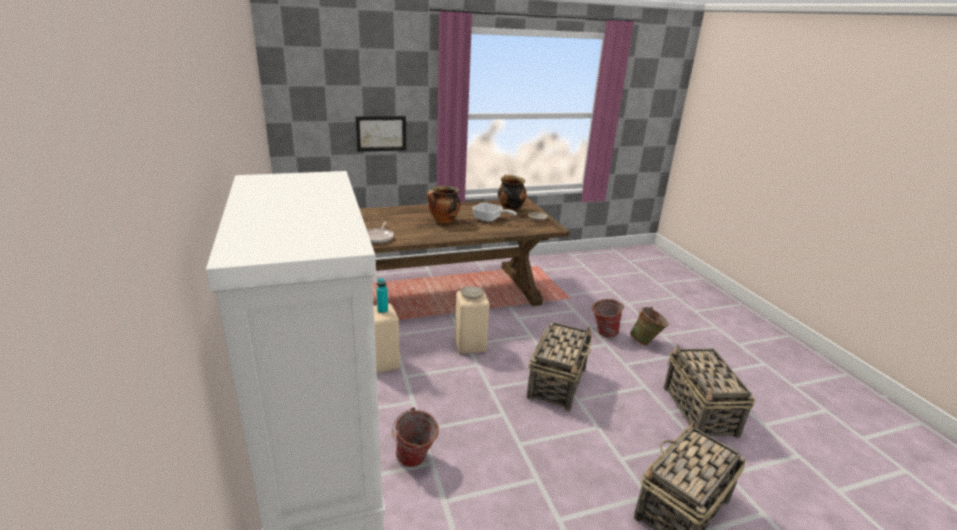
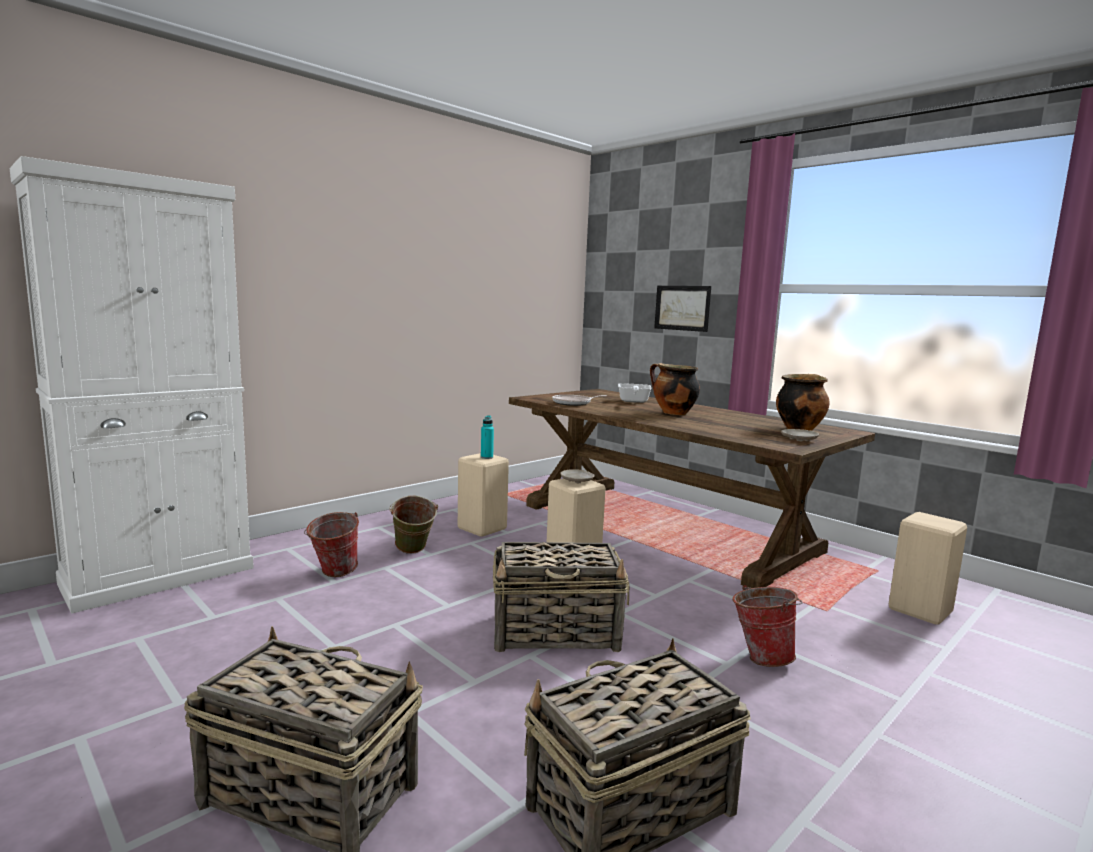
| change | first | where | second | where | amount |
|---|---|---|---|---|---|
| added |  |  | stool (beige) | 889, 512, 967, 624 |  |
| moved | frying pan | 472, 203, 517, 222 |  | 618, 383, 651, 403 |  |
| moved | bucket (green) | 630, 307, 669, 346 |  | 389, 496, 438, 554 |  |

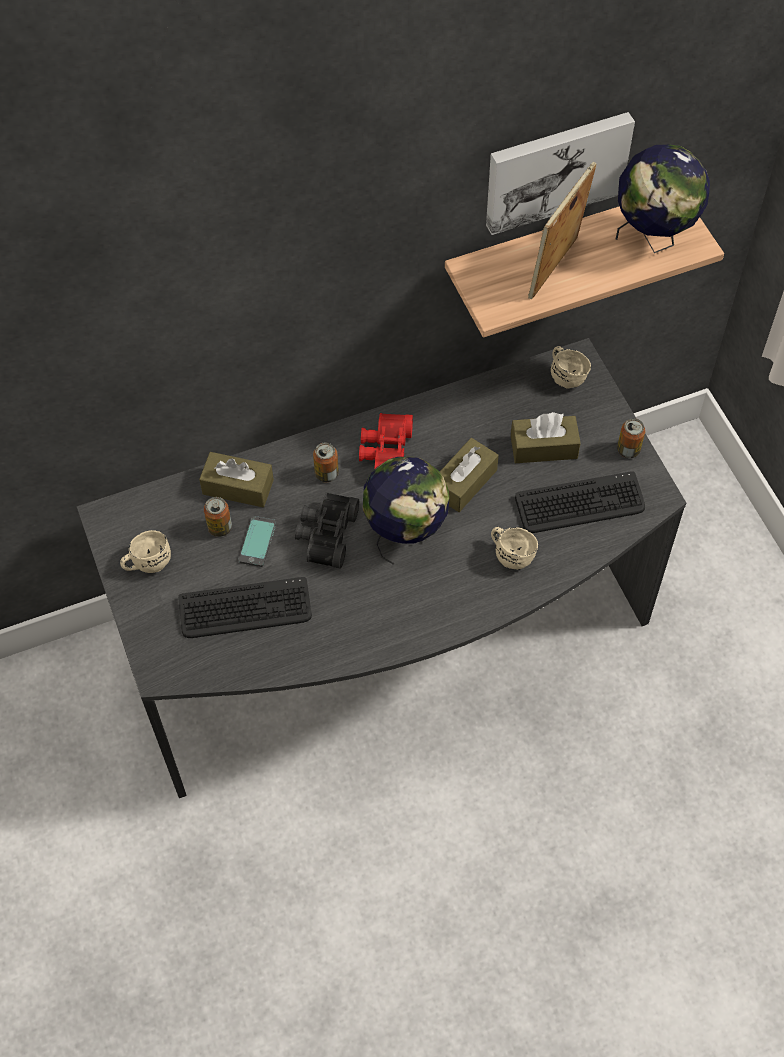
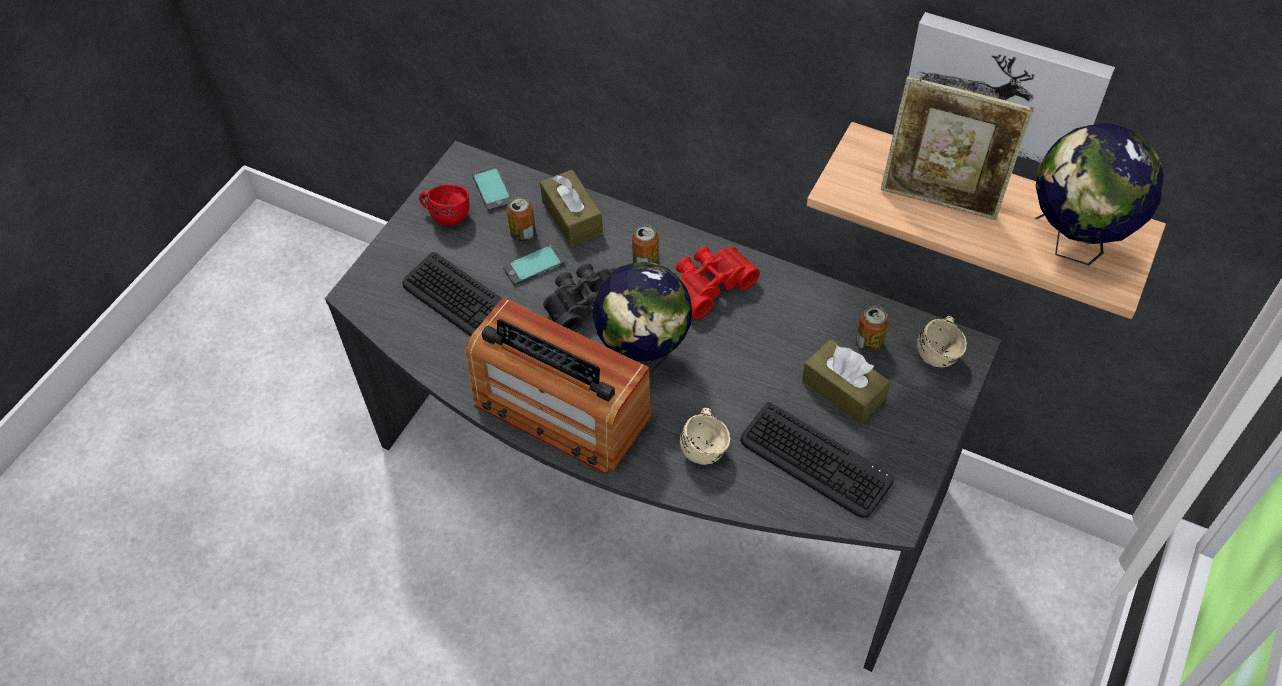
| change | first | where | second | where | amount |
|---|---|---|---|---|---|
| removed | tissue box (brown) | 440, 438, 499, 512 |  |  |  |
| added |  |  | radio | 465, 297, 651, 475 |  |
| added |  |  | phone | 472, 166, 511, 212 |  |
| moved | can | 617, 418, 645, 458 |  | 856, 305, 889, 353 |  |
| recoloured | mug (beige) | 120, 530, 171, 573 | mug (red) | 419, 184, 469, 226 |  |
| turned | picture frame | 528, 162, 597, 299 |  | 881, 76, 1034, 220 | 150 degrees counterclockwise |

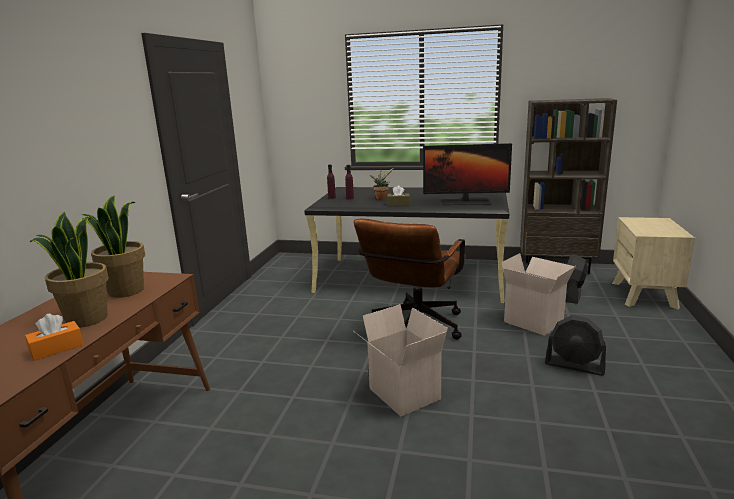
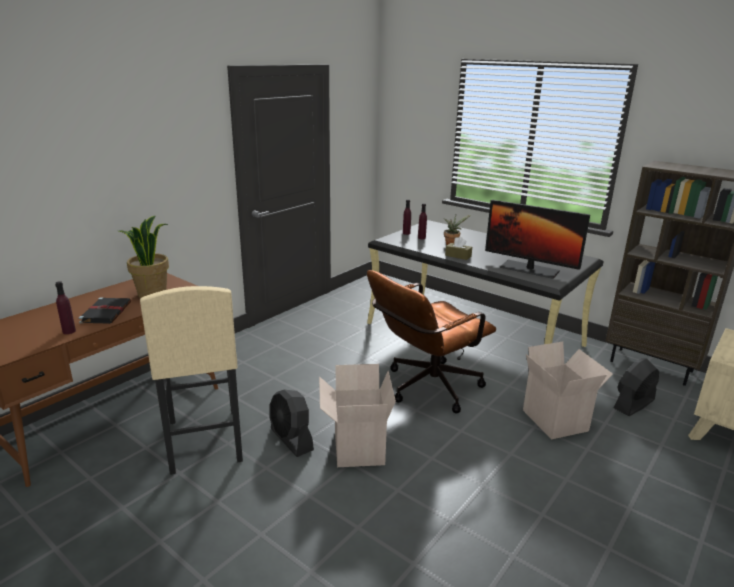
| change | first | where | second | where | amount |
|---|---|---|---|---|---|
| added |  |  | stool (beige) | 140, 286, 243, 475 |  |
| moved | fan (black) | 545, 315, 606, 376 |  | 269, 390, 314, 457 |  |
| replaced | tissue box (orange) | 25, 313, 84, 361 | bottle (purple) | 55, 281, 76, 334 |  |
| replaced | potted plant | 30, 212, 109, 328 | book (black) | 78, 297, 131, 324 |  |

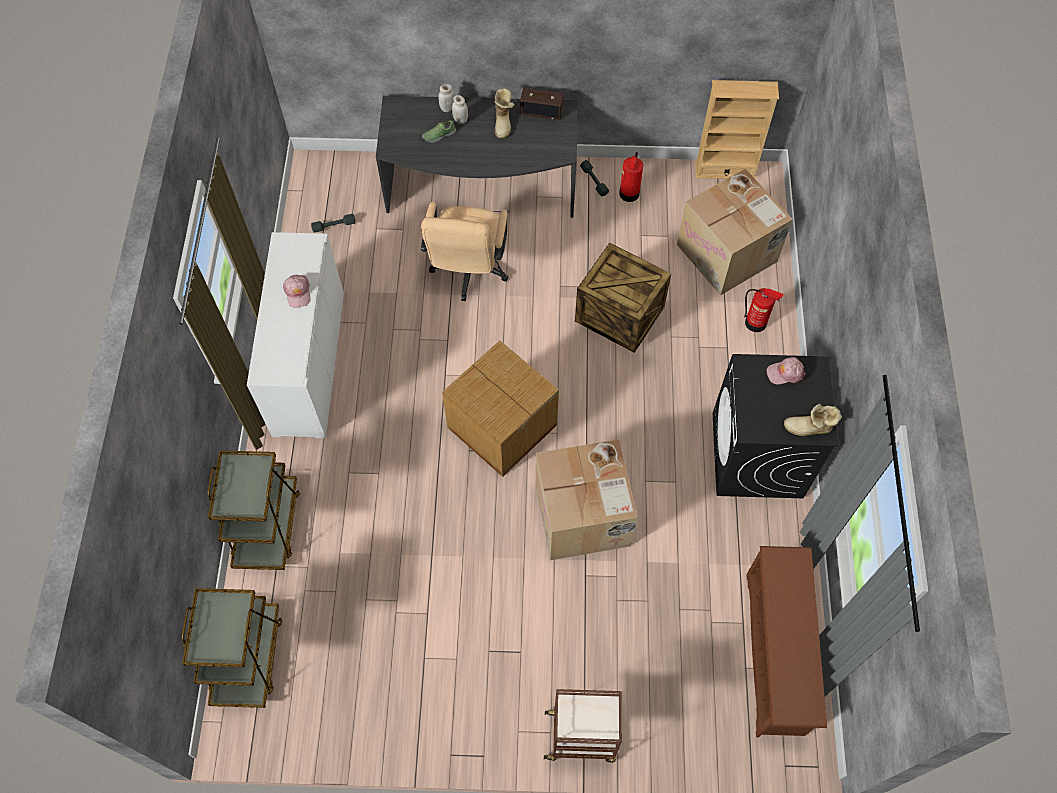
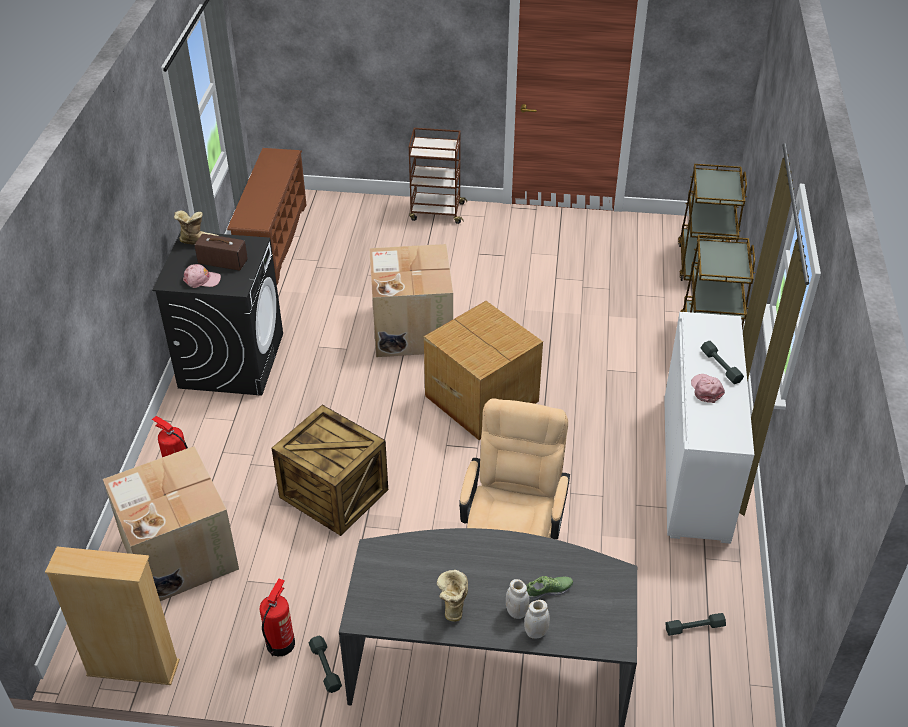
| change | first | where | second | where | amount |
|---|---|---|---|---|---|
| added |  |  | dumbbell (grey) | 701, 341, 744, 384 |  |
| moved | radio | 520, 88, 563, 120 |  | 195, 234, 248, 270 |  |

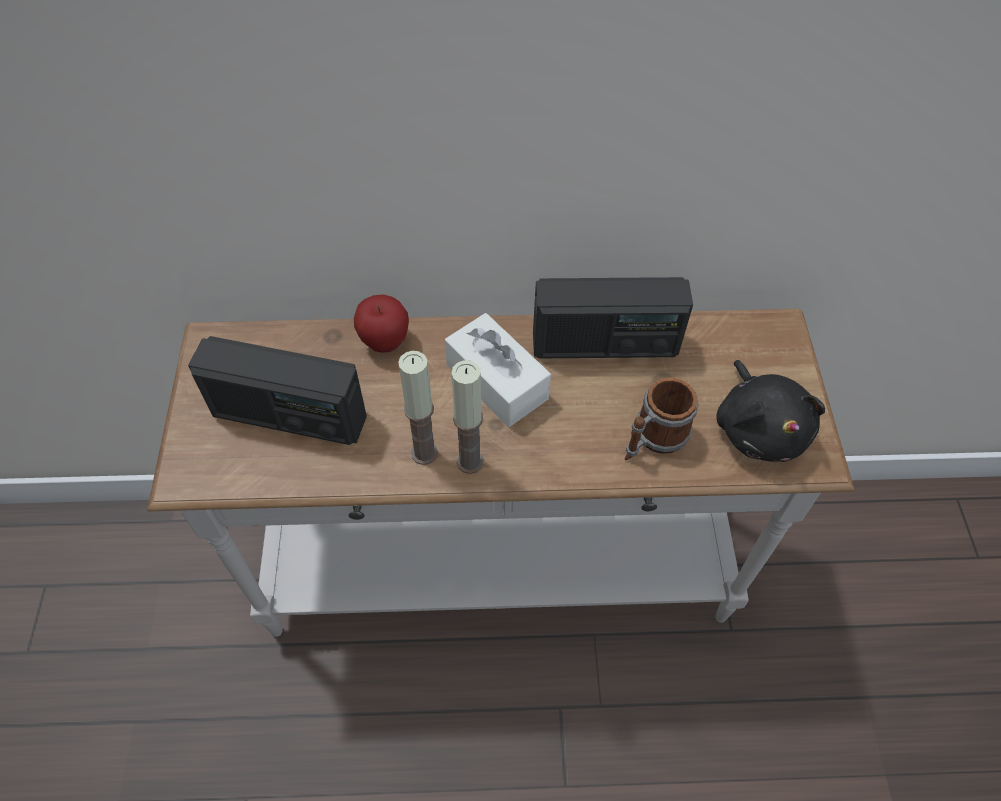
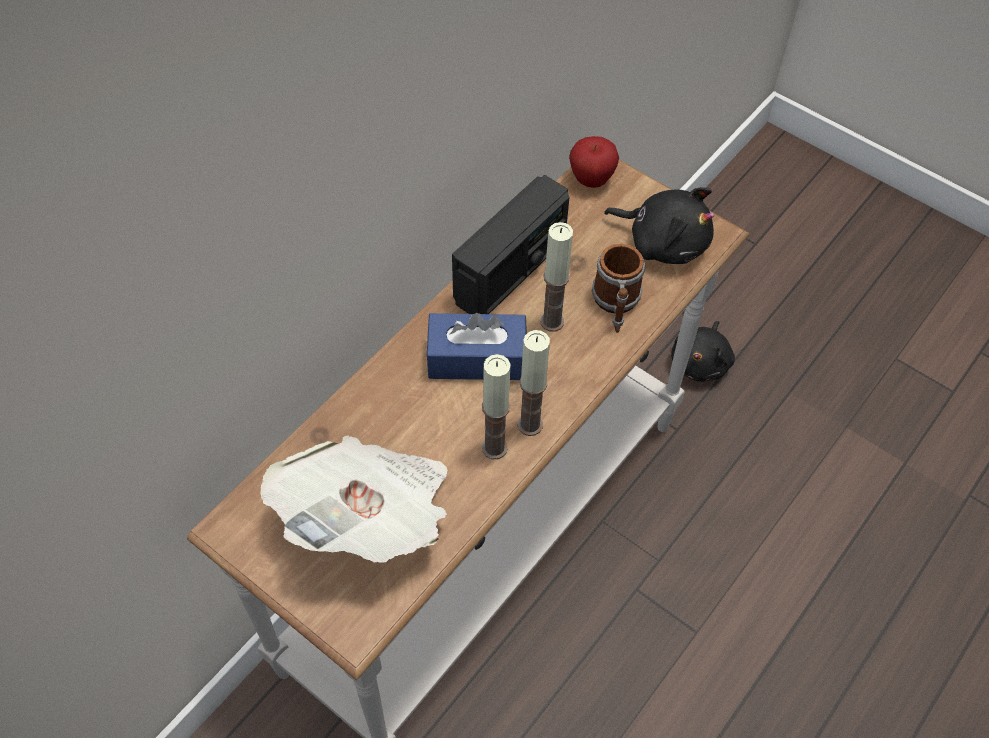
| change | first | where | second | where | amount |
|---|---|---|---|---|---|
| added |  |  | candle | 540, 222, 573, 332 |  |
| added |  |  | plush toy (black) | 671, 321, 735, 382 |  |
| moved | apple | 354, 294, 409, 353 |  | 569, 136, 619, 188 |  |
| replaced | radio | 188, 336, 367, 445 | newspaper | 260, 435, 448, 563 |  |
| recoloured | tissue box (white) | 445, 313, 551, 427 | tissue box (blue) | 426, 313, 527, 380 |  |

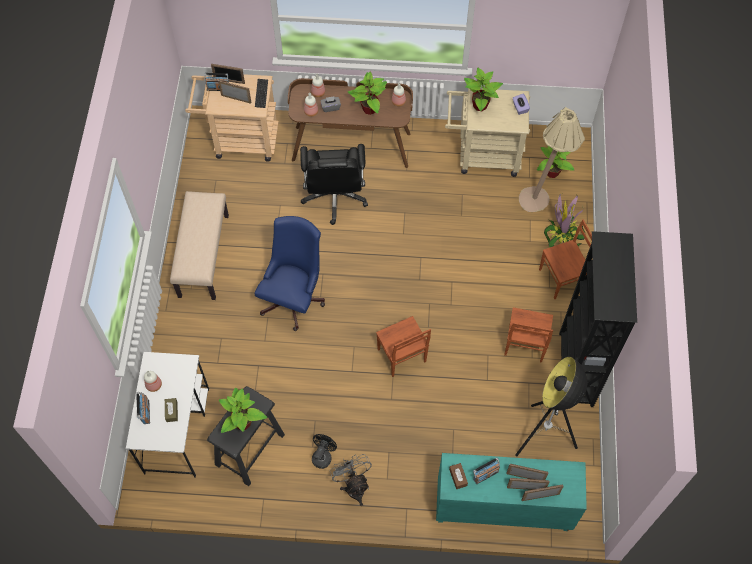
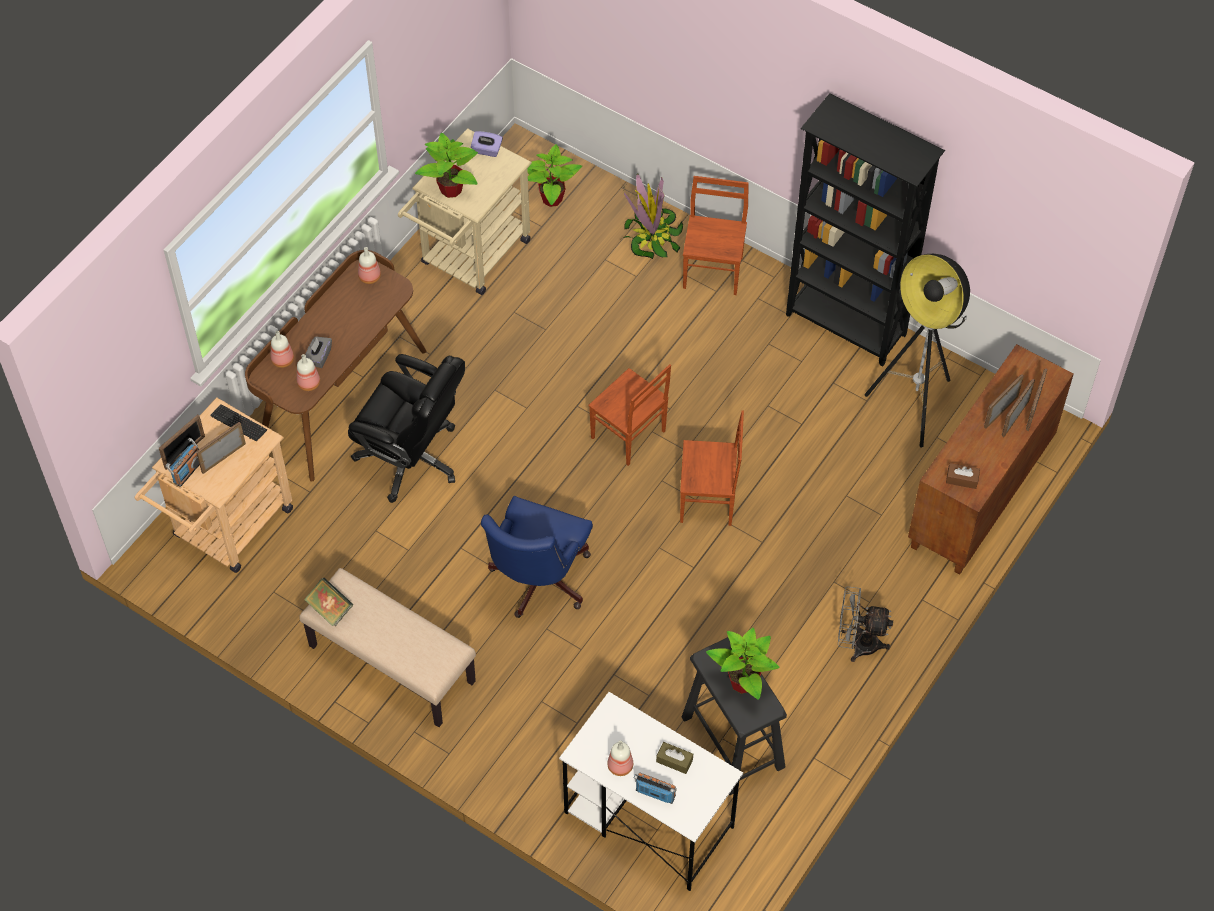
| change | first | where | second | where | amount |
|---|---|---|---|---|---|
| removed | fan (black) | 312, 434, 337, 469 |  |  |  |
| removed | potted plant | 348, 71, 387, 115 |  |  |  |
| removed | radio | 473, 458, 500, 484 |  |  |  |
| removed | floor lamp (beige) | 519, 107, 585, 212 |  |  |  |
| added |  |  | book | 304, 578, 354, 626 |  |
| moved | chair (brown) | 504, 307, 553, 363 |  | 589, 364, 671, 466 |  |
| recoloured | cabinet (turquoise) | 436, 453, 587, 531 | cabinet (brown) | 908, 344, 1074, 575 |  |
| turned | office chair (blue) | 255, 216, 325, 331 |  | 481, 496, 593, 618 | 120 degrees counterclockwise |

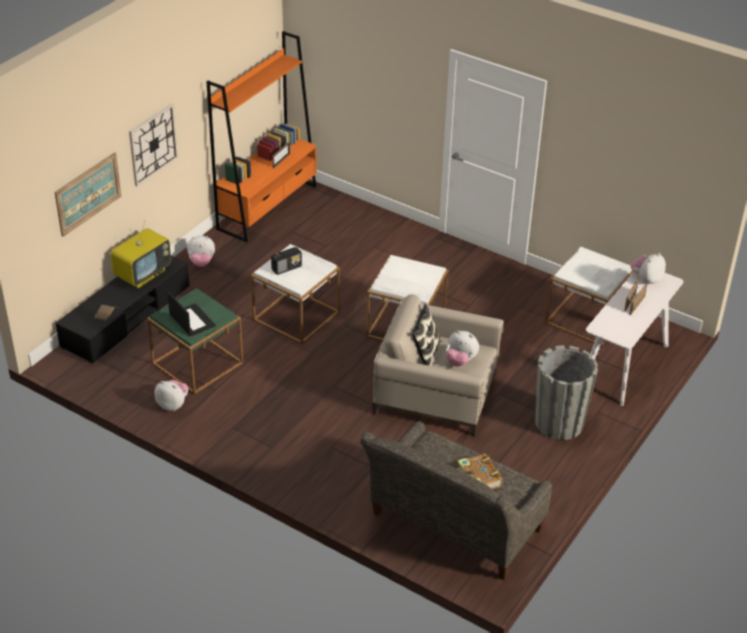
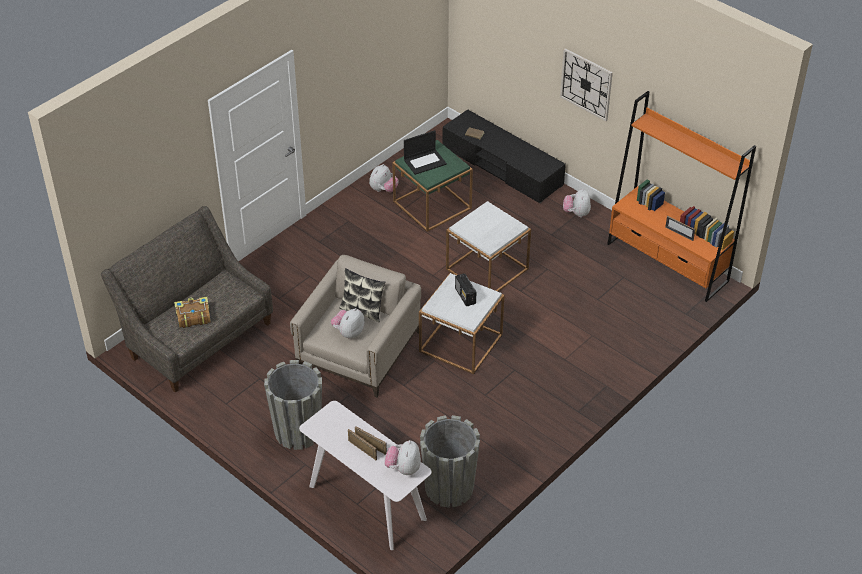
| change | first | where | second | where | amount |
|---|---|---|---|---|---|
| removed | picture | 55, 152, 121, 237 |  |  |  |
| removed | television | 111, 220, 171, 288 |  |  |  |
| moved | radio | 271, 247, 302, 275 |  | 455, 274, 476, 306 |  |
| replaced | side table (white) | 545, 247, 634, 344 | planter (grey) | 420, 415, 480, 508 |  |
| turned | plush toy | 631, 253, 666, 285 |  | 384, 440, 421, 475 | 135 degrees counterclockwise |

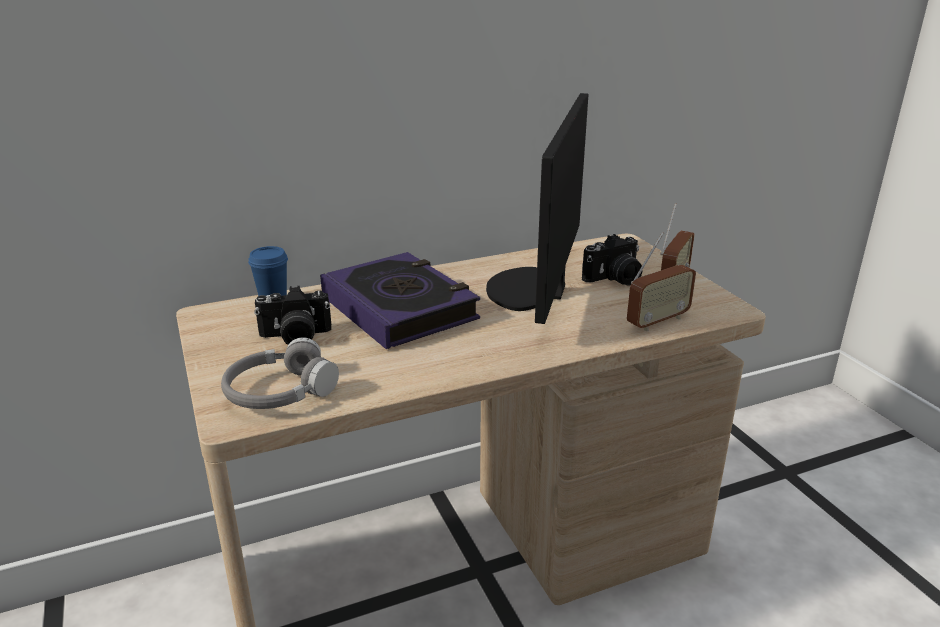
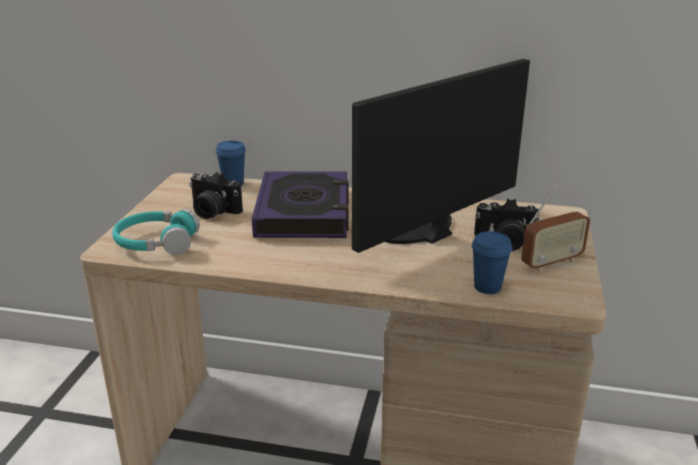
| change | first | where | second | where | amount |
|---|---|---|---|---|---|
| replaced | radio | 627, 232, 696, 331 | cup (blue) | 472, 231, 512, 294 |  |
| recoloured | headphones (grey) | 221, 338, 339, 409 | headphones (turquoise) | 112, 209, 200, 255 |  |

